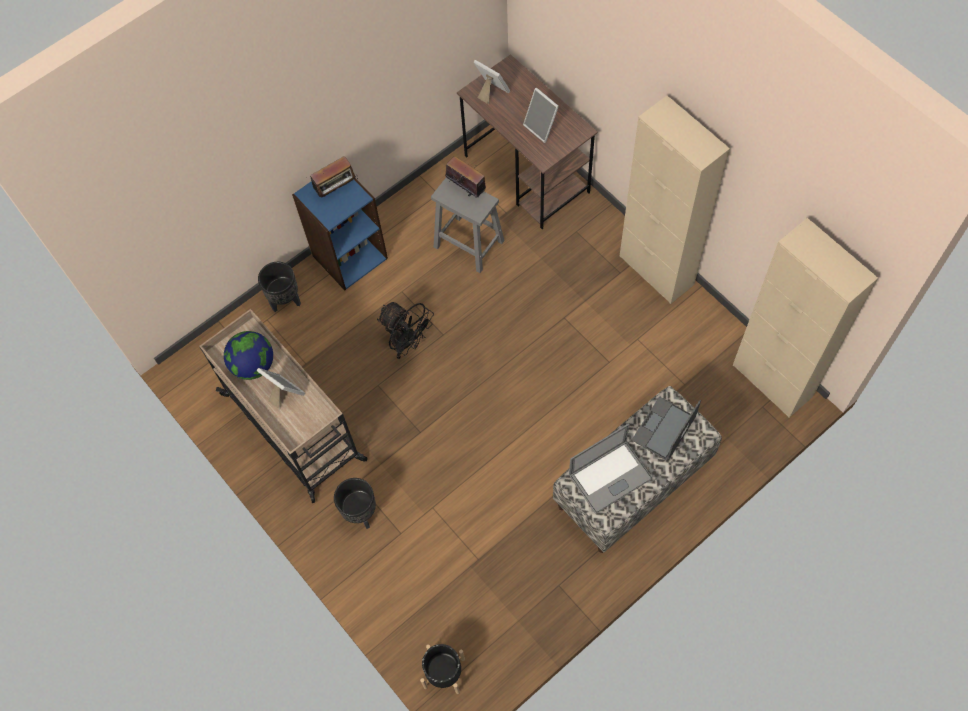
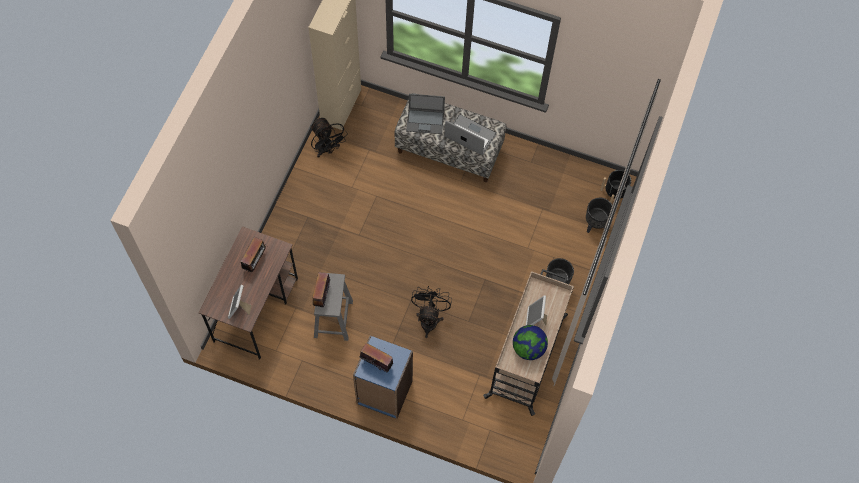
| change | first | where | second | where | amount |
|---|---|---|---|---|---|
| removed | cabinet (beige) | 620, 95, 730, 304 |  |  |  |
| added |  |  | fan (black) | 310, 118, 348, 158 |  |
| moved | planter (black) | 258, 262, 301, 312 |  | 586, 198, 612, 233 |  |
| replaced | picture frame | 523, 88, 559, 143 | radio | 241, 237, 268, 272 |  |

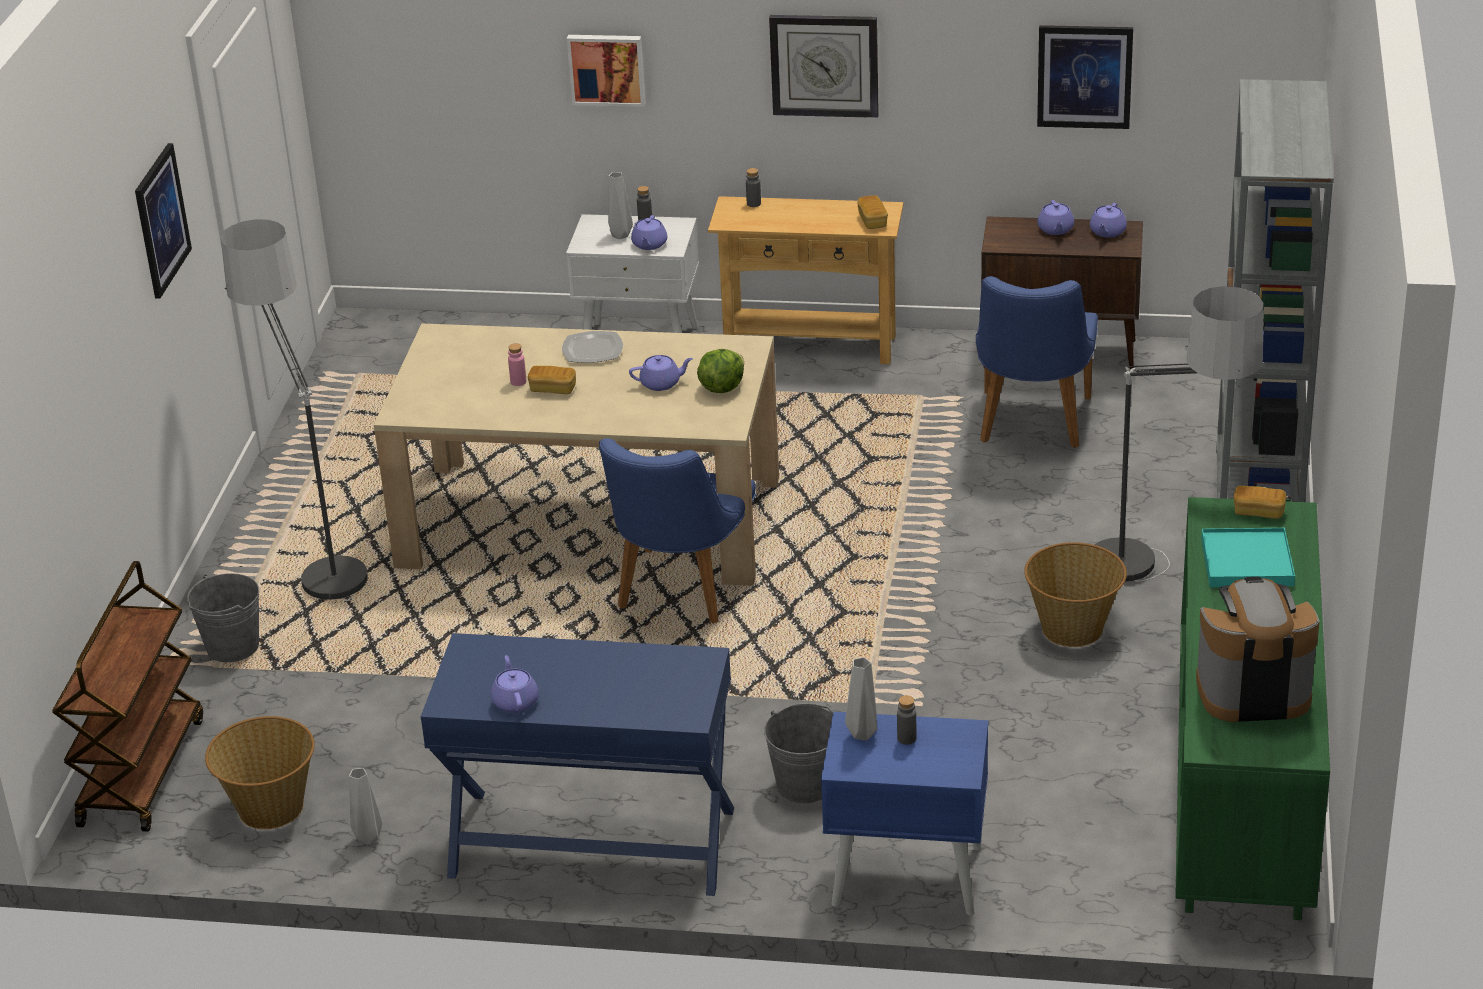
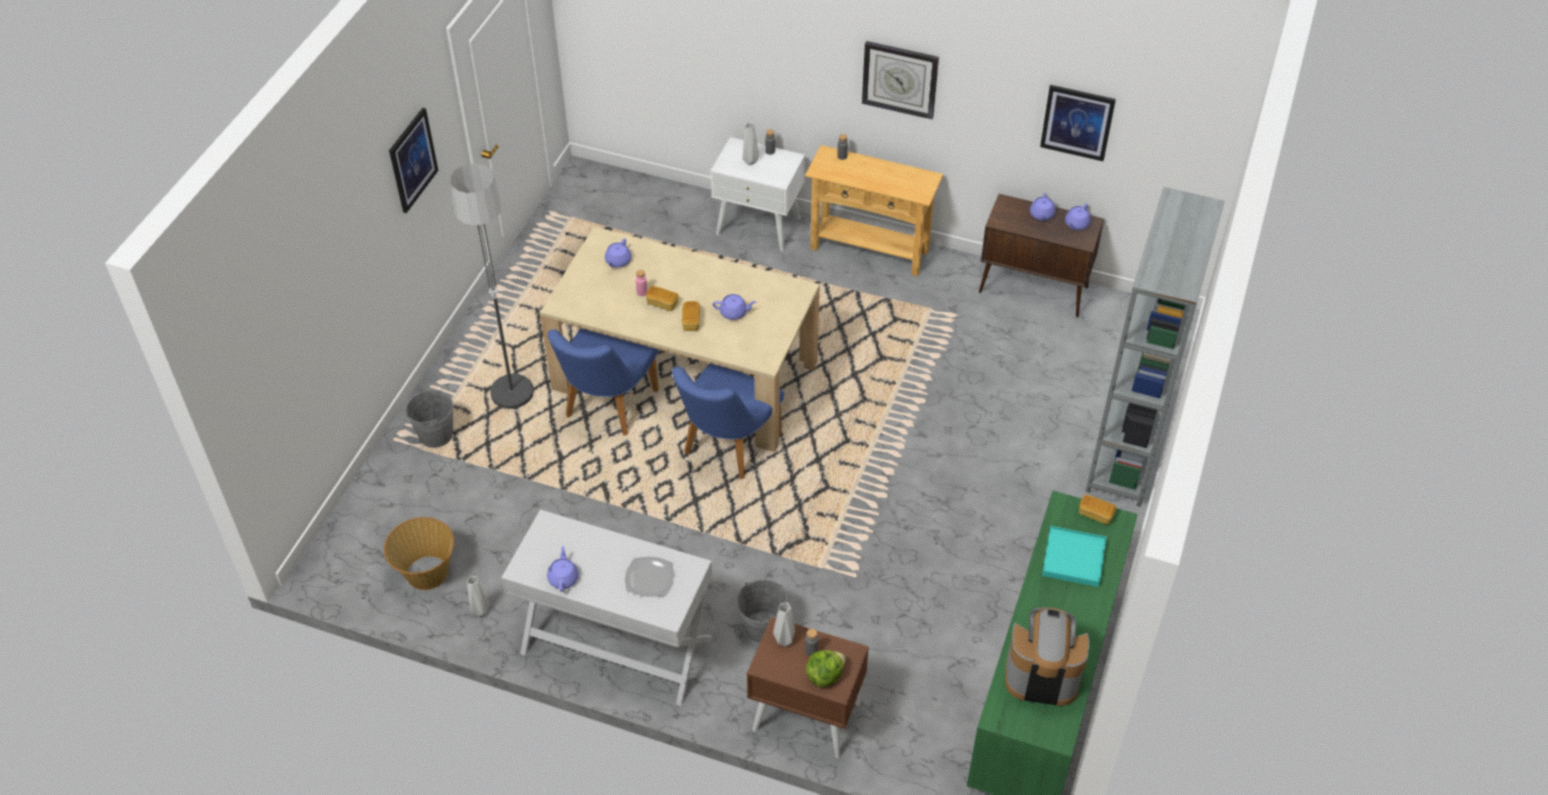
| change | first | where | second | where | amount |
|---|---|---|---|---|---|
| removed | cart (brown) | 52, 561, 203, 832 |  |  |  |
| removed | picture | 567, 35, 646, 107 |  |  |  |
| removed | basket | 1024, 542, 1127, 647 |  |  |  |
| removed | floor lamp | 1094, 286, 1264, 582 |  |  |  |
| moved | plate | 562, 331, 623, 363 |  | 625, 557, 674, 597 |  |
| moved | teapot (purple) | 631, 215, 667, 250 |  | 605, 239, 631, 267 |  |
| moved | lettuce | 697, 349, 744, 393 |  | 806, 650, 845, 687 |  |
| moved | bread | 857, 195, 888, 229 |  | 682, 301, 700, 331 |  |
| moved | chair (blue) | 976, 276, 1098, 448 |  | 548, 328, 659, 436 |  |
| recoloured | console table (blue) | 421, 633, 734, 896 | console table (white) | 501, 510, 713, 706 |  |
| recoloured | nightstand (blue) | 821, 712, 988, 915 | nightstand (brown) | 747, 617, 869, 759 |  |

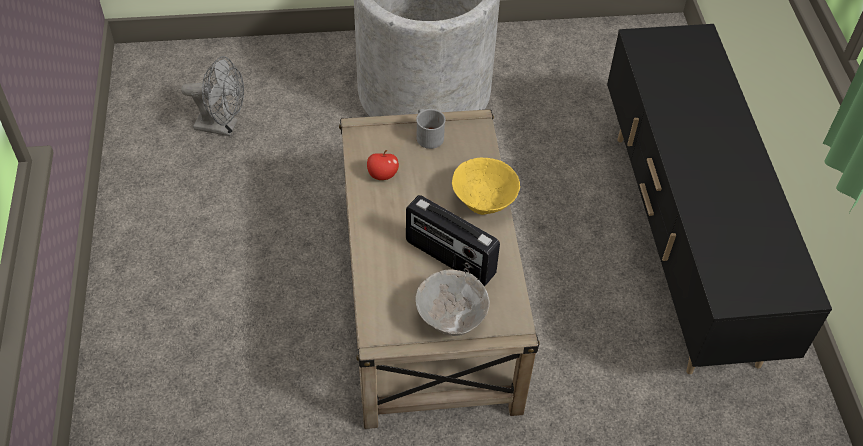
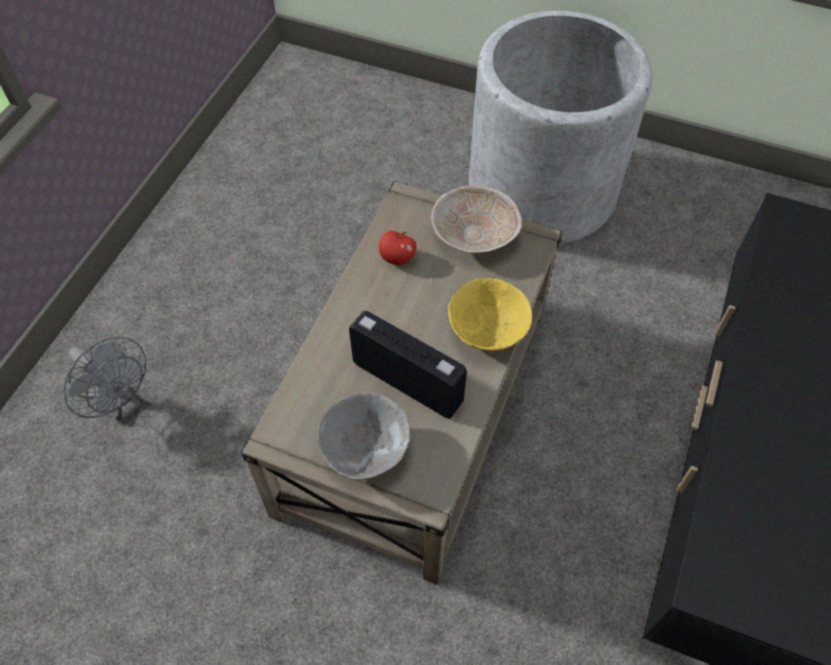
| change | first | where | second | where | amount |
|---|---|---|---|---|---|
| moved | fan (grey) | 181, 56, 244, 136 |  | 64, 337, 146, 423 |  |
| replaced | mug (grey) | 416, 109, 446, 149 | bowl (beige) | 430, 185, 522, 253 |  |
| turned | radio | 406, 195, 500, 286 |  | 349, 311, 467, 419 | 150 degrees clockwise |

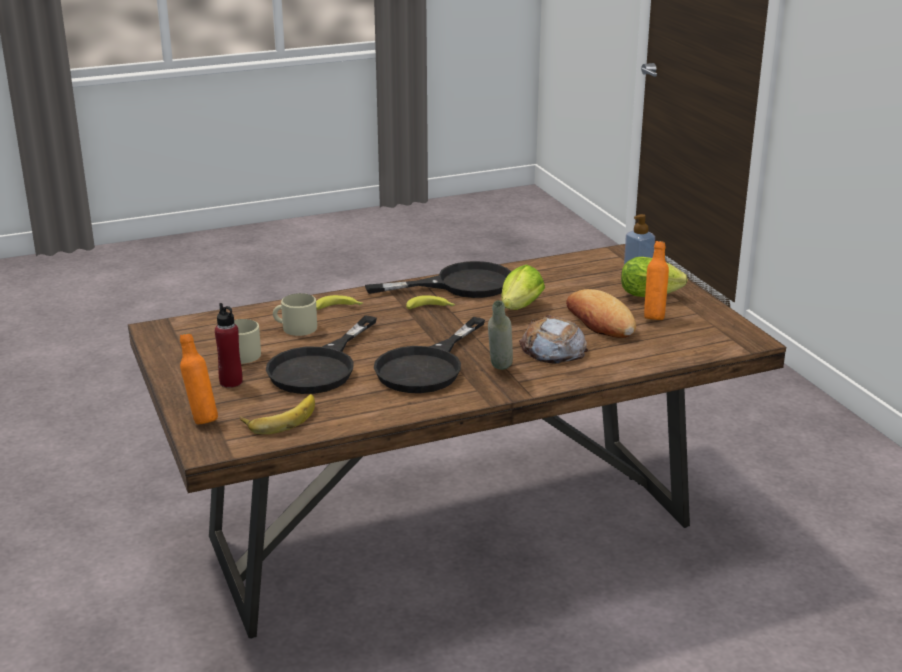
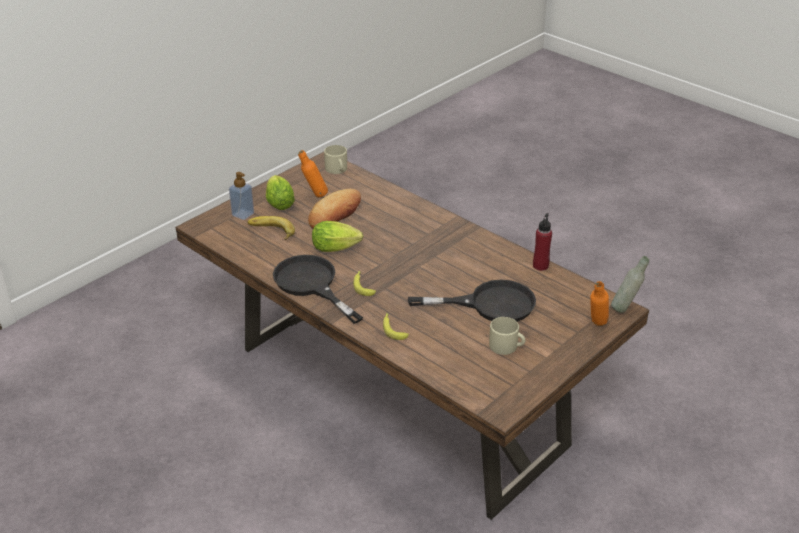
| change | first | where | second | where | amount |
|---|---|---|---|---|---|
| removed | frying pan (black) | 374, 317, 485, 393 |  |  |  |
| removed | bread | 519, 315, 588, 363 |  |  |  |
| moved | bottle (red) | 215, 303, 243, 388 |  | 533, 213, 552, 271 |  |
| moved | banana | 240, 394, 315, 434 |  | 248, 216, 295, 240 |  |
| moved | mug (beige) | 273, 293, 317, 336 |  | 324, 145, 347, 174 |  |
| moved | bottle (grey) | 488, 300, 513, 370 |  | 611, 256, 649, 313 |  |

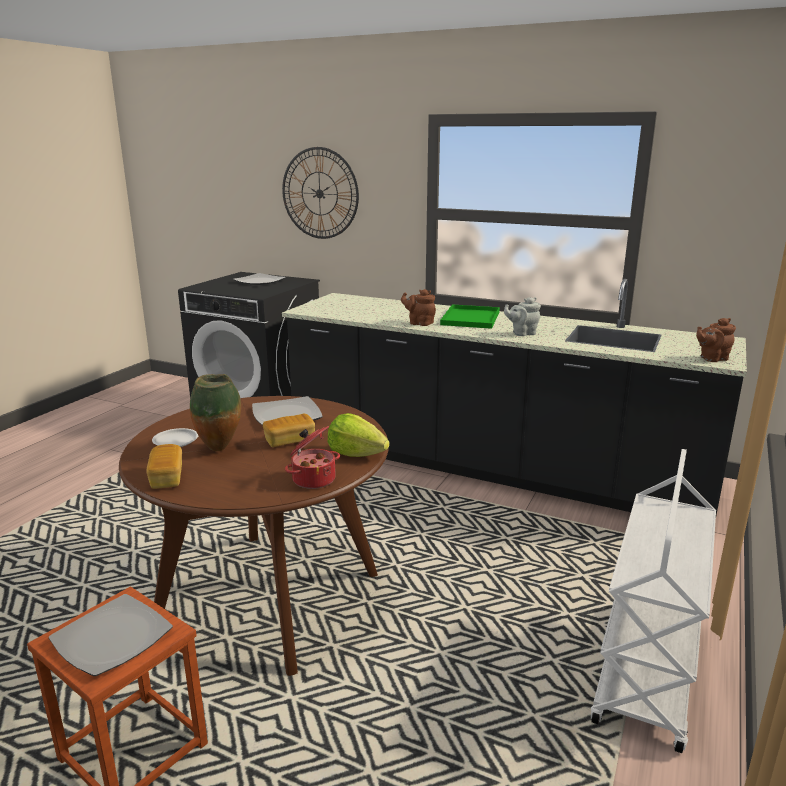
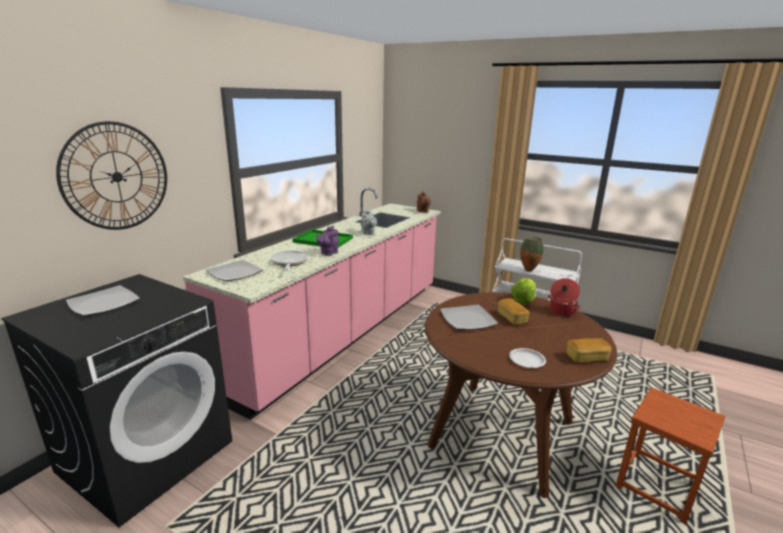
| change | first | where | second | where | amount |
|---|---|---|---|---|---|
| added |  |  | frying pan | 271, 251, 308, 271 |  |
| moved | plate | 49, 594, 173, 676 |  | 206, 260, 263, 281 |  |
| moved | vase | 190, 374, 241, 451 |  | 520, 237, 544, 271 |  |
| recoloured | counter (black) | 282, 279, 747, 515 | counter (pink) | 183, 187, 441, 420 |  |
| recoloured | teapot (brown) | 401, 289, 436, 326 | teapot (purple) | 316, 226, 339, 256 |  |

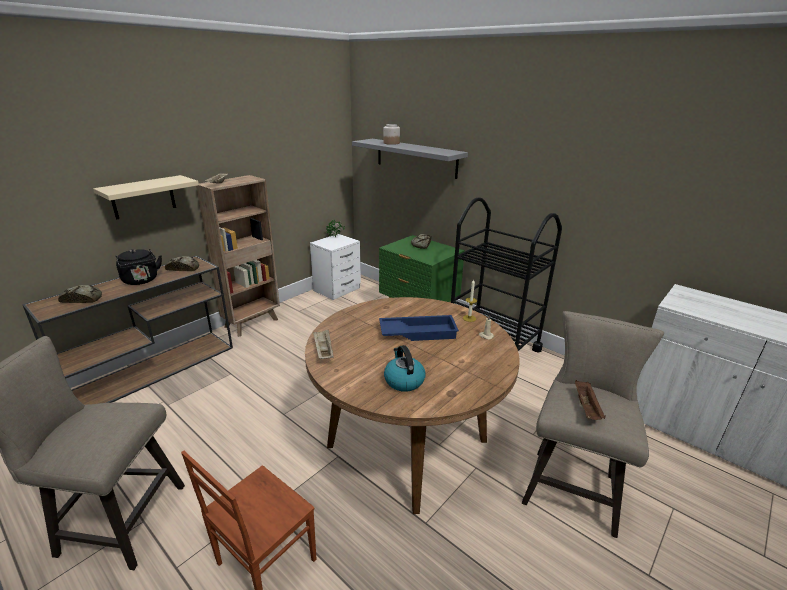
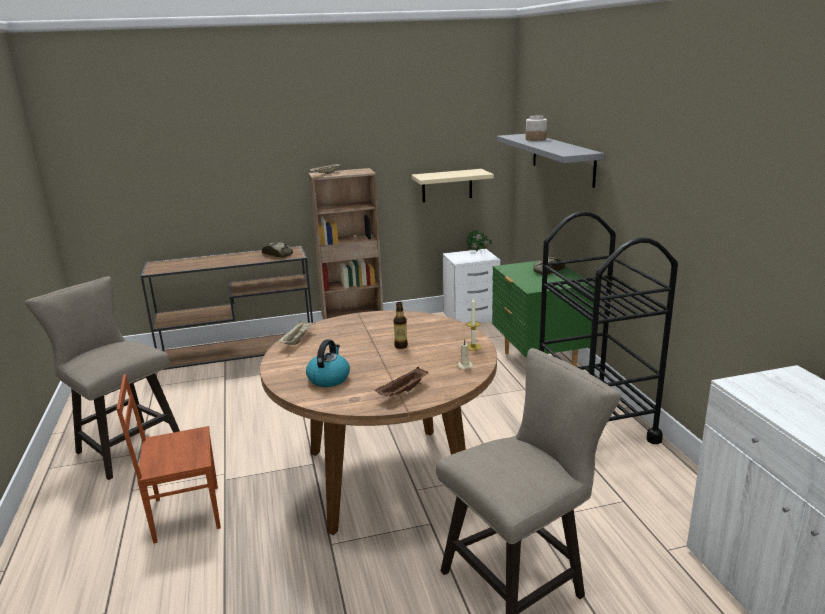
| change | first | where | second | where | amount |
|---|---|---|---|---|---|
| removed | bread | 58, 285, 102, 303 |  |  |  |
| removed | kettle (black) | 116, 249, 162, 285 |  |  |  |
| moved | shelf (beige) | 93, 175, 199, 219 |  | 411, 169, 494, 202 |  |
| moved | tray (brown) | 575, 380, 606, 420 |  | 375, 367, 428, 397 |  |
| replaced | tray (blue) | 379, 315, 459, 341 | bottle | 394, 302, 408, 349 |  |

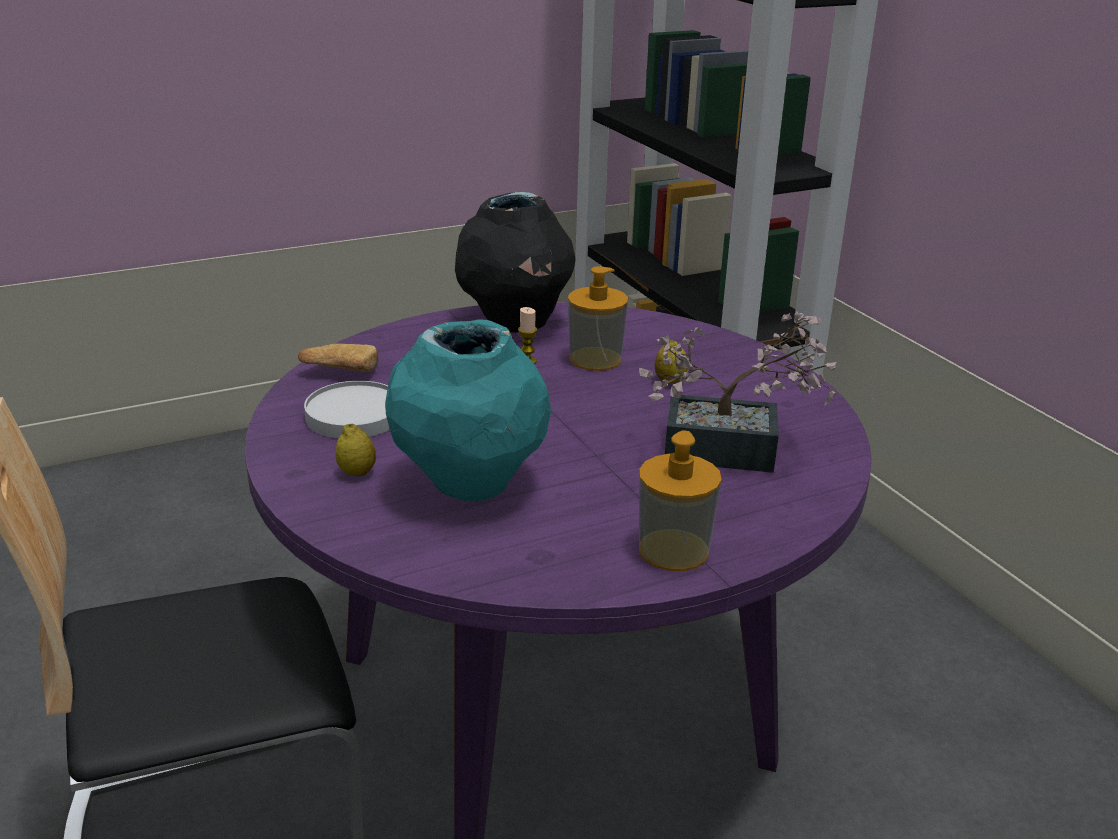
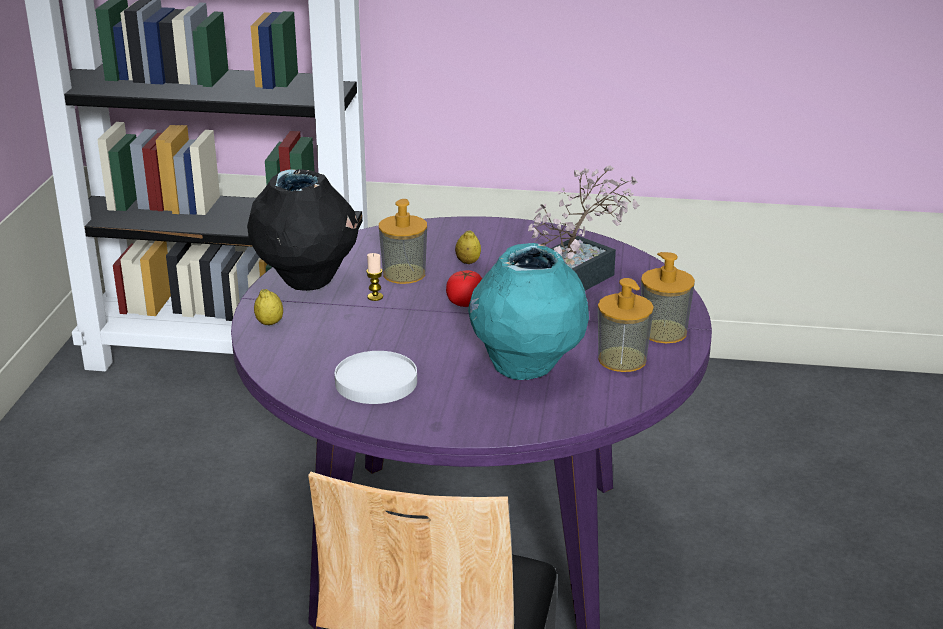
| change | first | where | second | where | amount |
|---|---|---|---|---|---|
| removed | bread | 298, 343, 378, 372 |  |  |  |
| added |  |  | tomato | 446, 270, 482, 307 |  |
| added |  |  | soap dispenser | 598, 278, 654, 372 |  |
| moved | lemon | 335, 424, 376, 476 |  | 254, 289, 283, 325 |  |

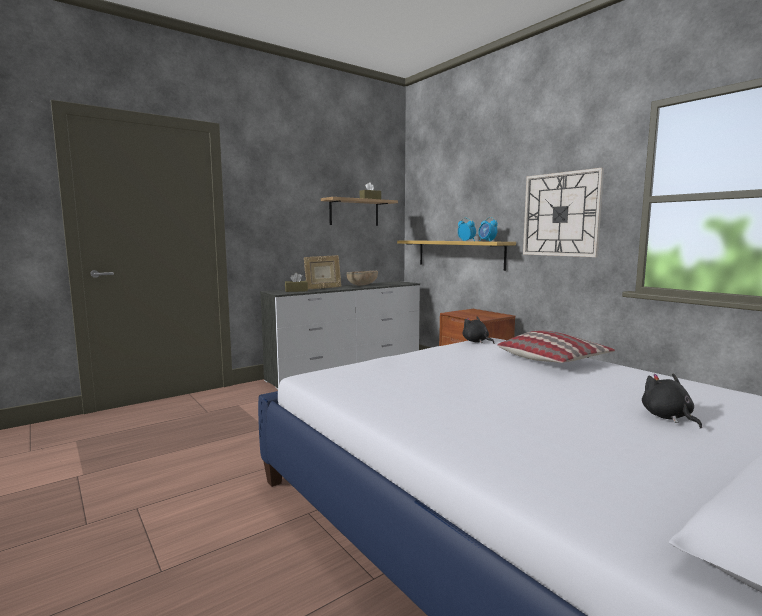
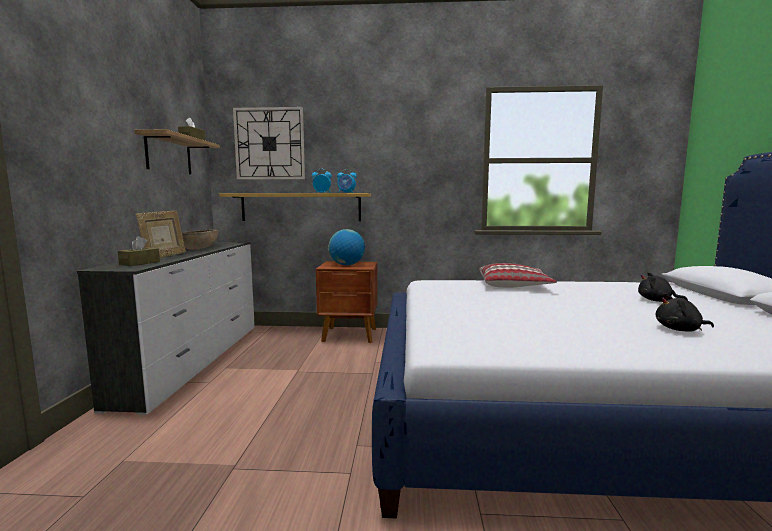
| change | first | where | second | where | amount |
|---|---|---|---|---|---|
| added |  |  | globe | 328, 229, 365, 265 |  |
| moved | plush toy (black) | 463, 317, 494, 344 |  | 656, 293, 714, 332 |  |
| moved | wall clock | 523, 168, 604, 257 |  | 233, 107, 305, 179 |  |

